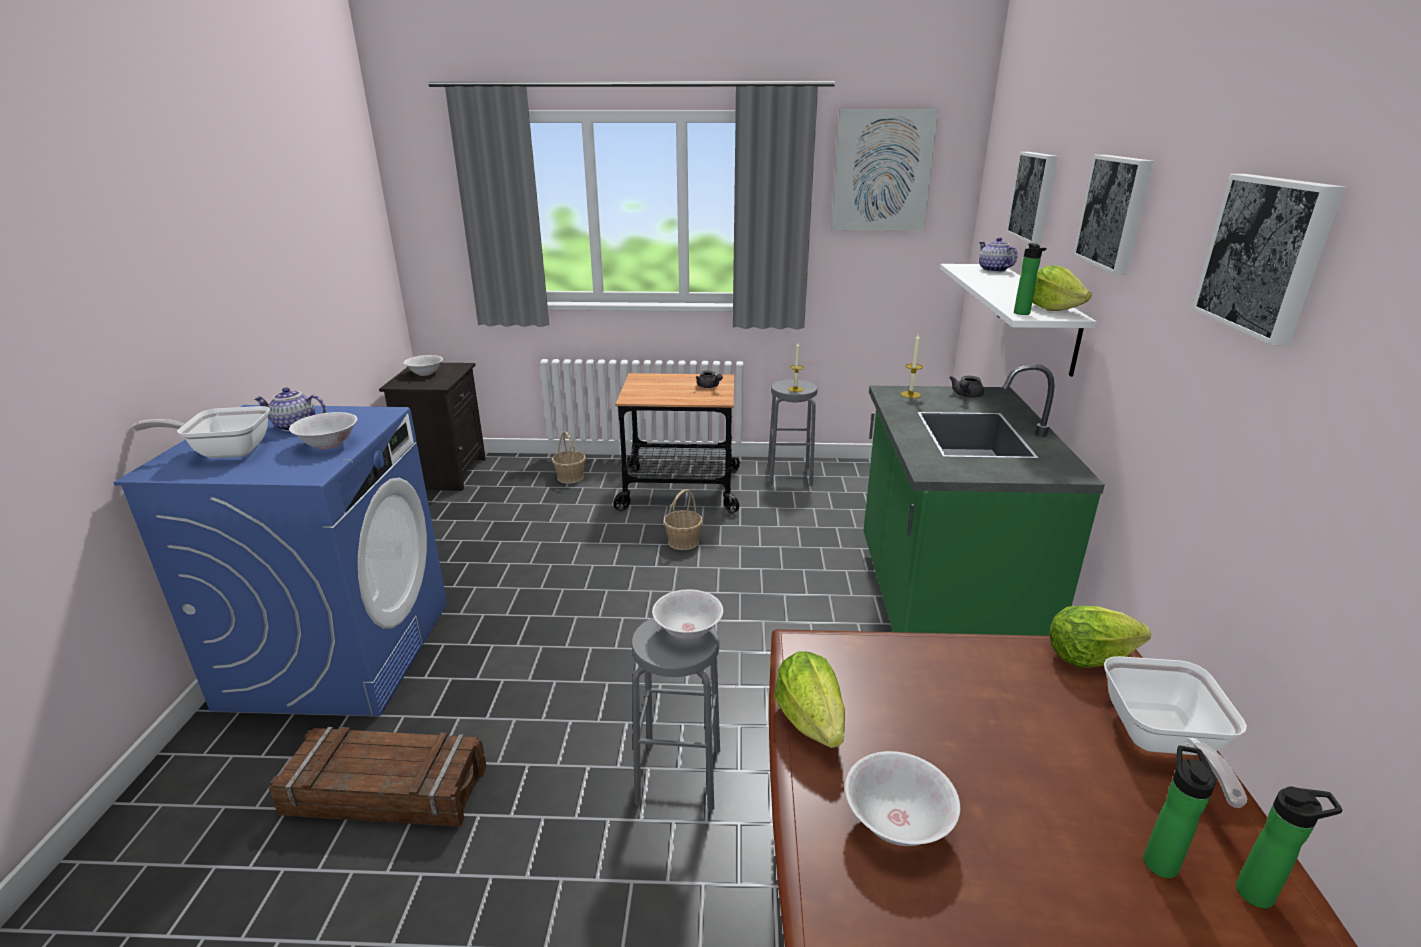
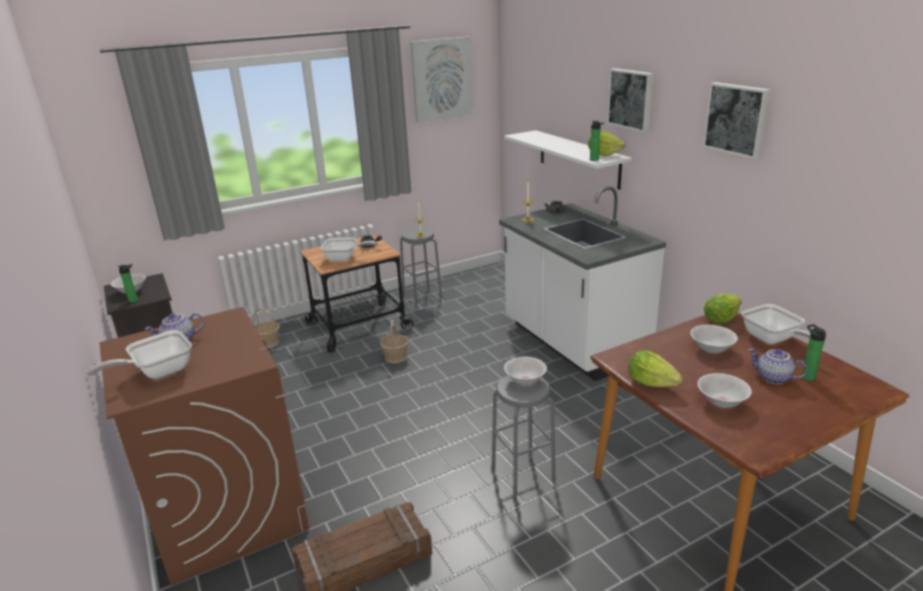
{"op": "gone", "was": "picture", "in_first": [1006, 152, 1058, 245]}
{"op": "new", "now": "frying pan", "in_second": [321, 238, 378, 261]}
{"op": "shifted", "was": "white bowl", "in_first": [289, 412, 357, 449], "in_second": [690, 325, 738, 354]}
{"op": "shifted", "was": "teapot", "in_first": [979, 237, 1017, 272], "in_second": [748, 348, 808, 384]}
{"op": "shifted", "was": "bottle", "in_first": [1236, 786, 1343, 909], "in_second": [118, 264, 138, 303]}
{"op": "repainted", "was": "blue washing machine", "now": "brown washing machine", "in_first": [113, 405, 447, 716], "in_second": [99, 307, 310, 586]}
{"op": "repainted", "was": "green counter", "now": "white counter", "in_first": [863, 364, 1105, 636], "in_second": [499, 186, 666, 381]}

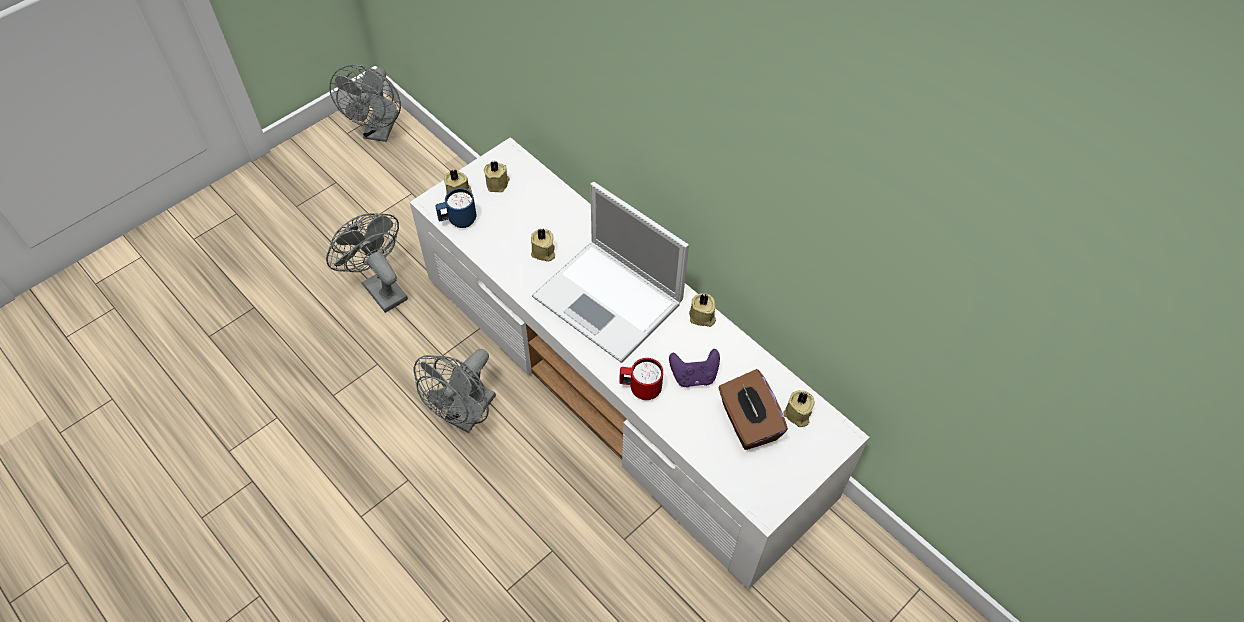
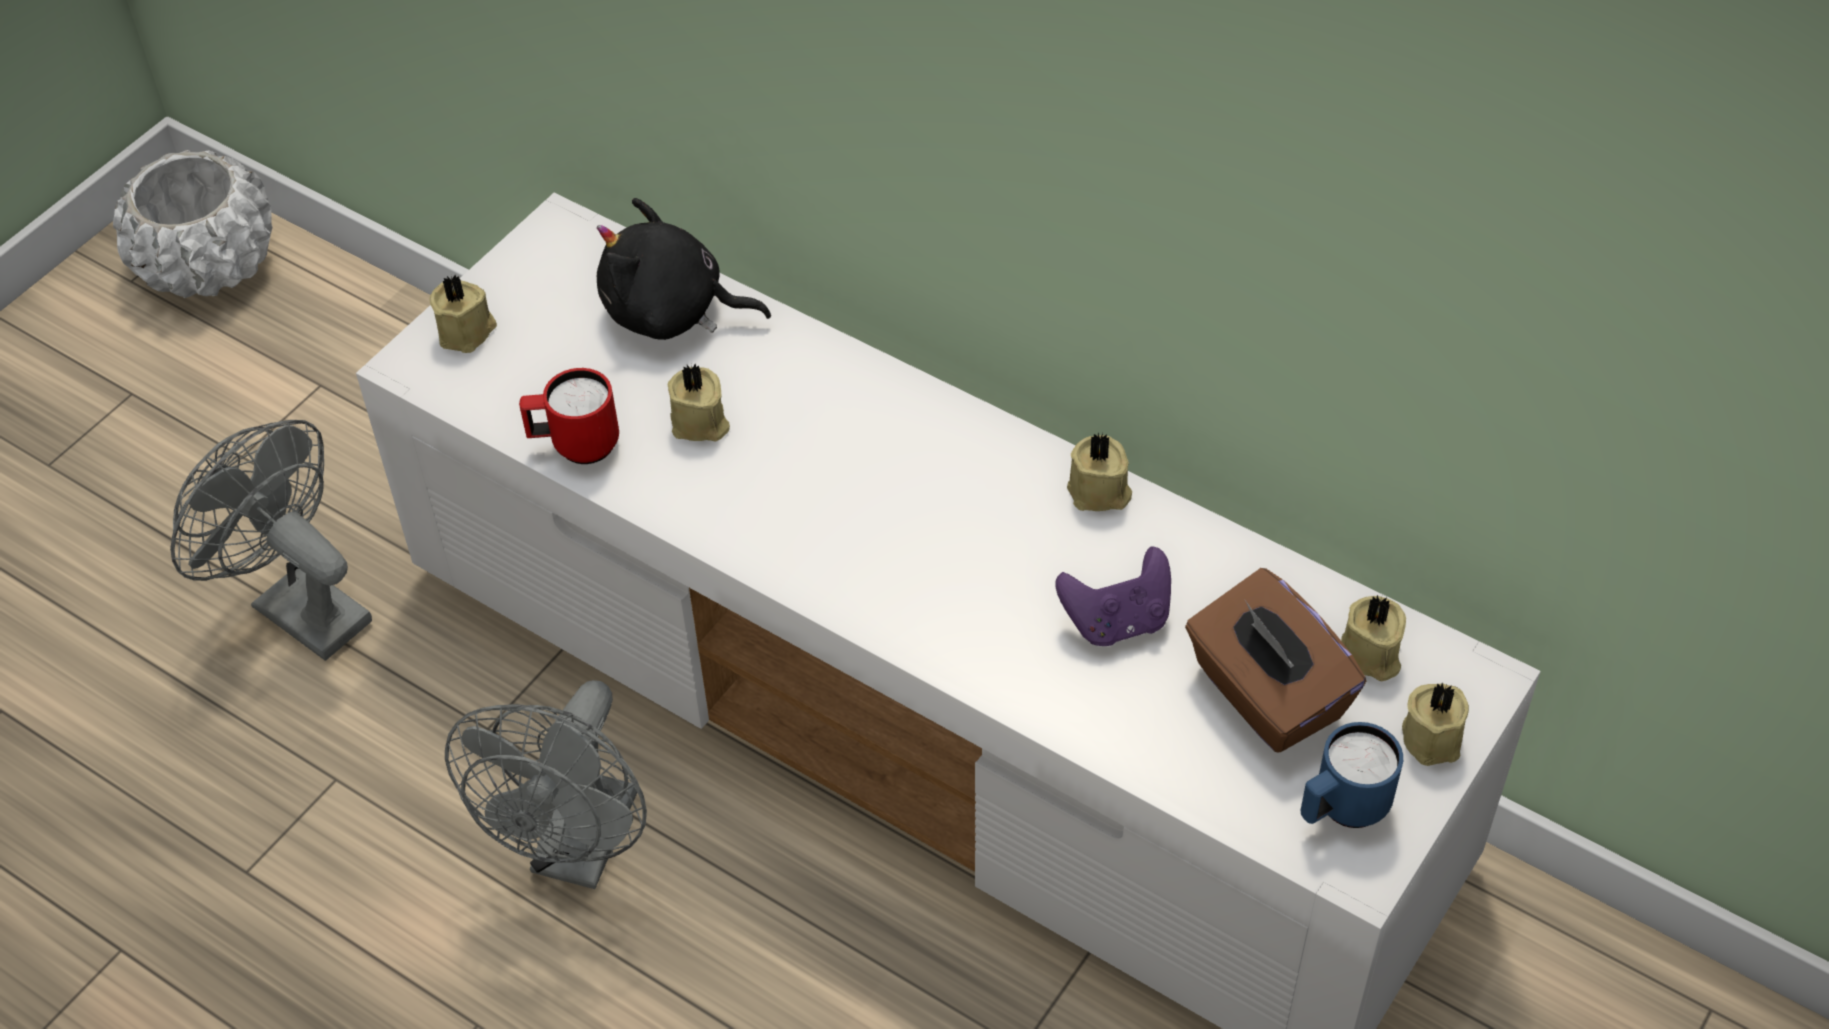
{"op": "gone", "was": "laptop", "in_first": [532, 182, 689, 363]}
{"op": "new", "now": "black plush toy", "in_second": [597, 198, 771, 340]}
{"op": "shifted", "was": "blue mug", "in_first": [435, 188, 476, 228], "in_second": [1300, 722, 1403, 828]}
{"op": "shifted", "was": "beige candle", "in_first": [484, 161, 510, 193], "in_second": [1402, 683, 1469, 766]}
{"op": "shifted", "was": "red mug", "in_first": [620, 358, 663, 400], "in_second": [519, 368, 619, 464]}
{"op": "swapped", "was": "grey fan", "now": "white planter", "in_first": [329, 65, 401, 142], "in_second": [113, 150, 272, 298]}

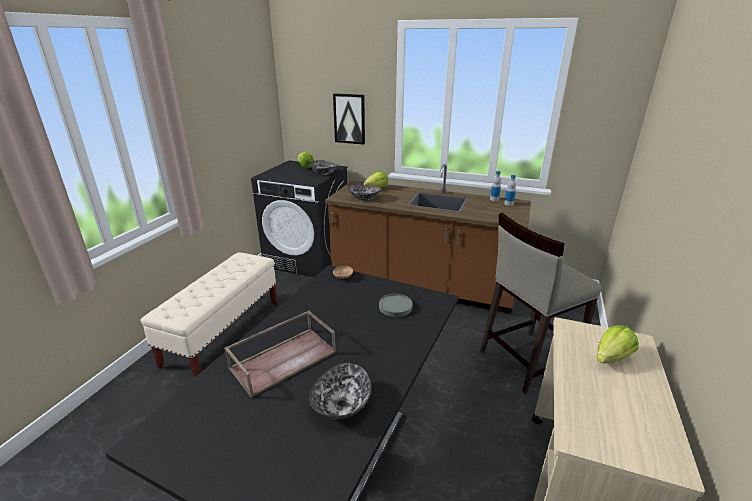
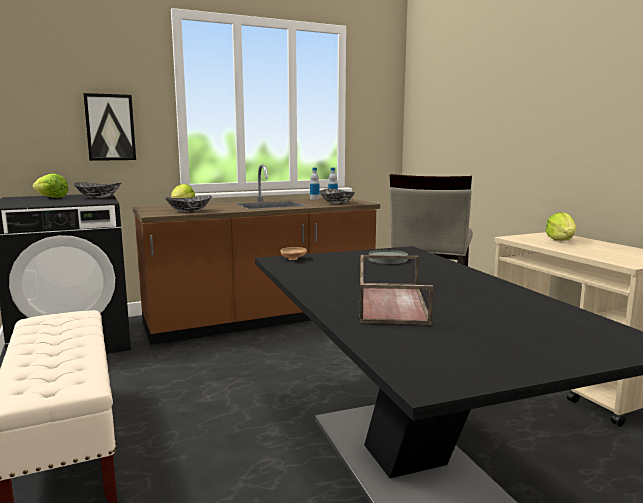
{"op": "shifted", "was": "bowl", "in_first": [309, 363, 372, 419], "in_second": [320, 189, 355, 204]}

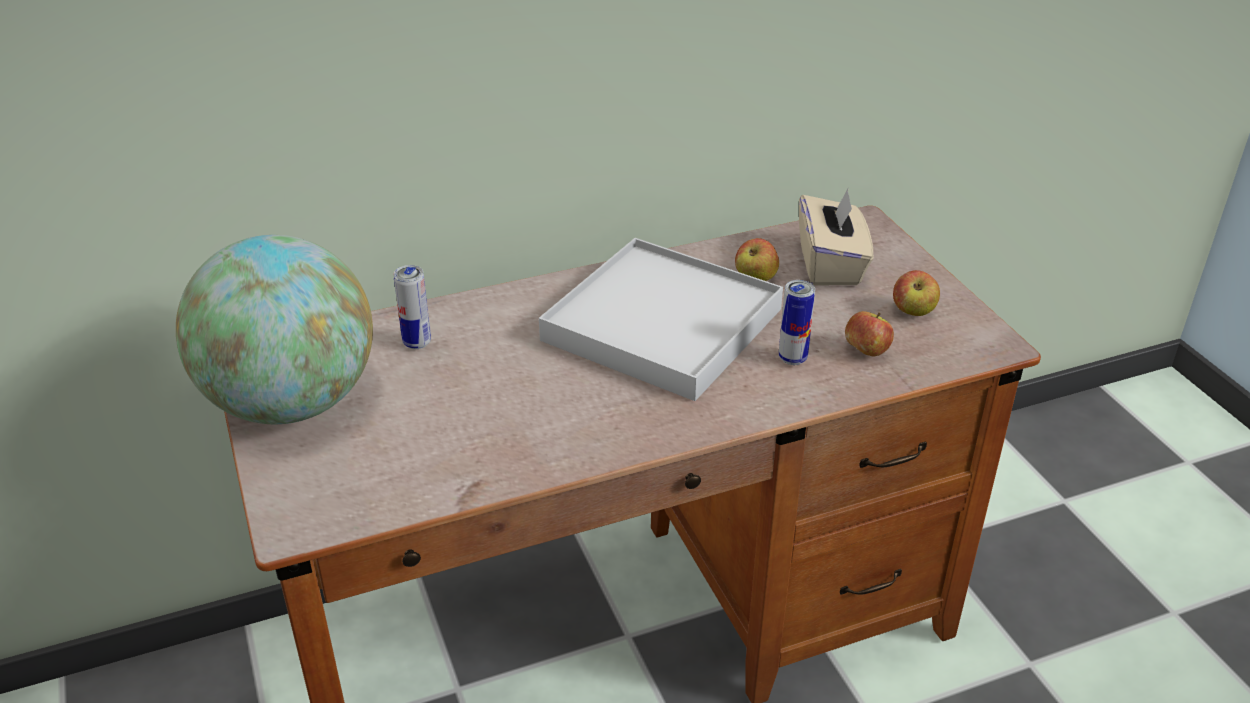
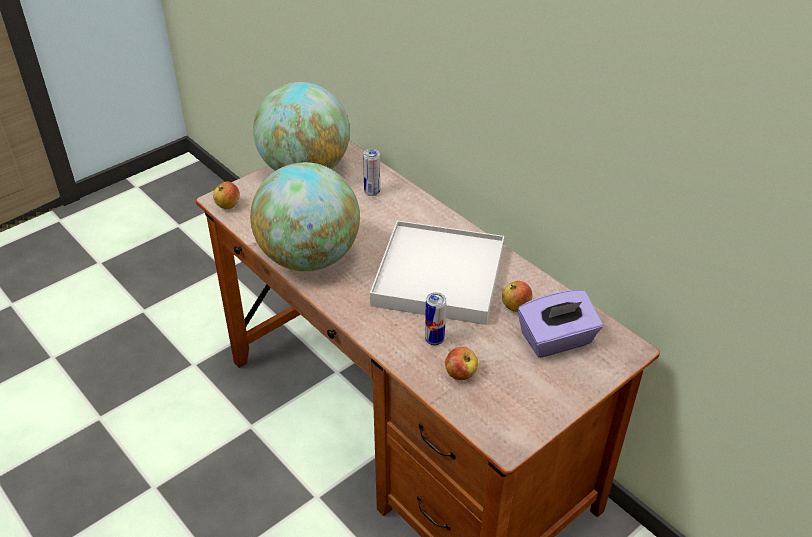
{"op": "new", "now": "globe", "in_second": [250, 162, 360, 271]}
{"op": "shifted", "was": "apple", "in_first": [893, 270, 940, 316], "in_second": [213, 182, 240, 209]}
{"op": "repainted", "was": "beige tissue box", "now": "purple tissue box", "in_first": [799, 189, 873, 285], "in_second": [518, 290, 603, 358]}

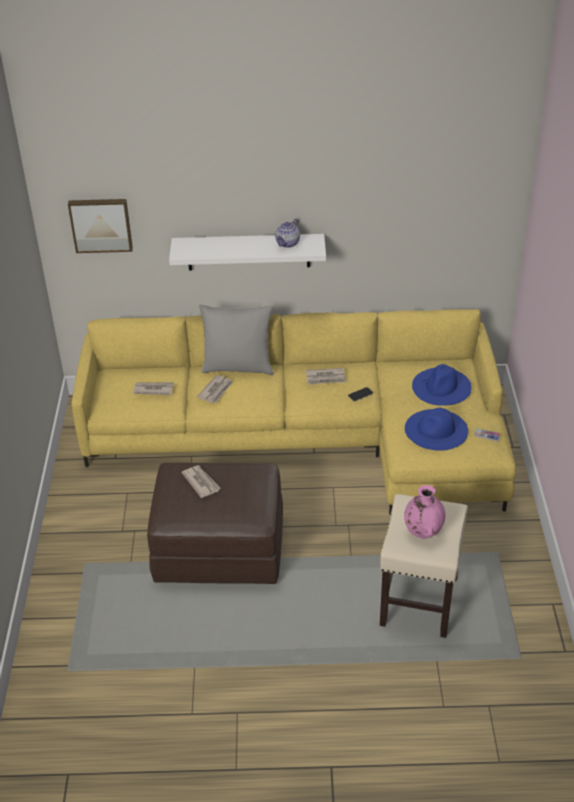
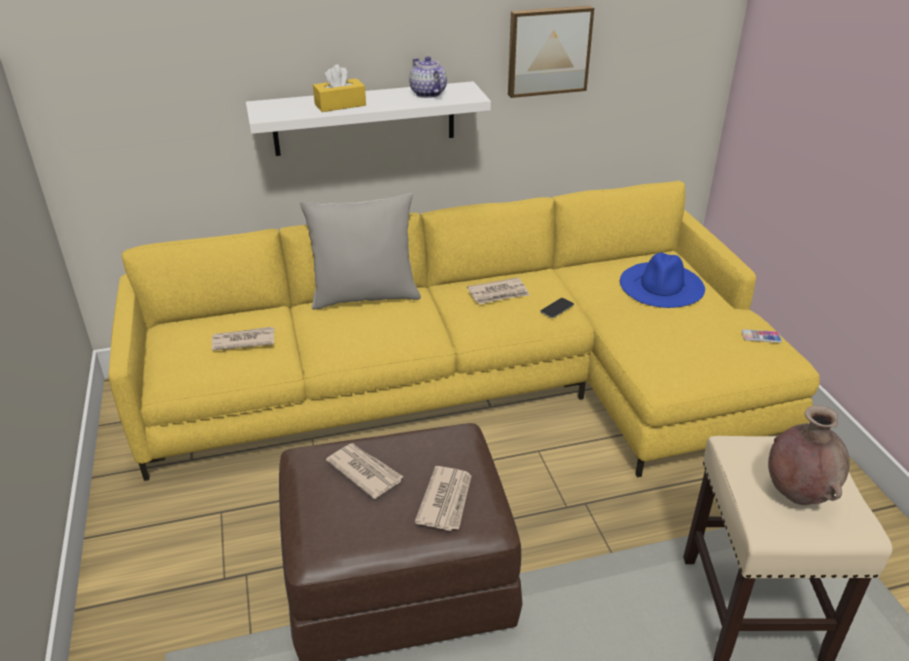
{"op": "gone", "was": "blue hat", "in_first": [405, 408, 468, 451]}
{"op": "new", "now": "yellow tissue box", "in_second": [313, 64, 366, 112]}
{"op": "shifted", "was": "picture", "in_first": [68, 199, 133, 253], "in_second": [508, 6, 594, 98]}
{"op": "shifted", "was": "newspaper", "in_first": [197, 375, 233, 403], "in_second": [414, 466, 472, 531]}
{"op": "repainted", "was": "pink vase", "now": "brown vase", "in_first": [404, 485, 446, 539], "in_second": [768, 405, 850, 505]}
{"op": "rotated", "was": "teapot", "in_first": [275, 219, 300, 248], "in_second": [409, 56, 447, 98], "clockwise": 135}

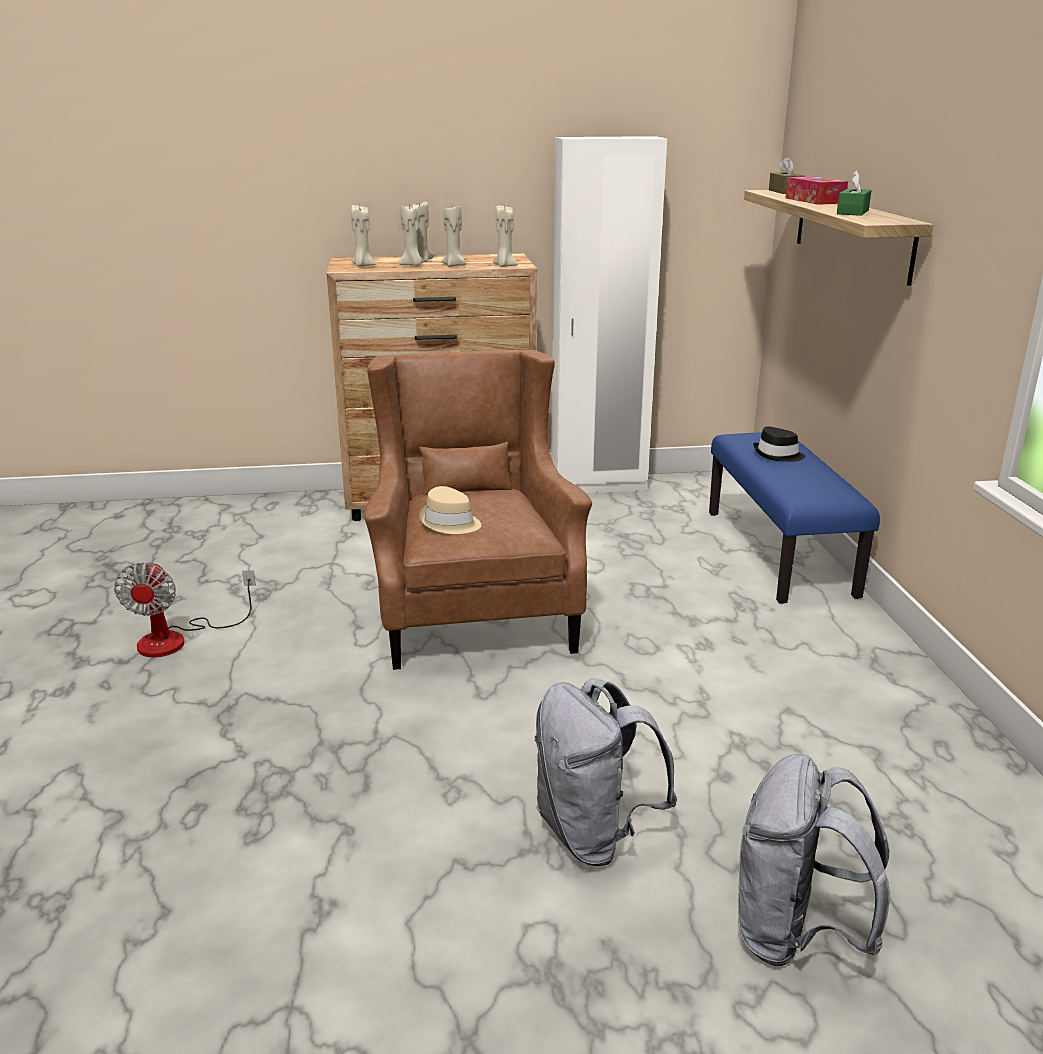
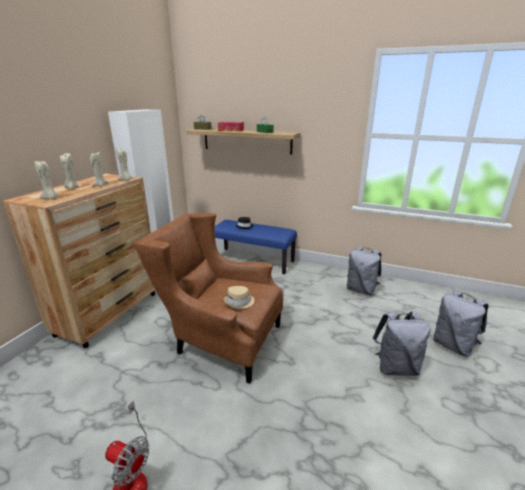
{"op": "gone", "was": "beige candle", "in_first": [398, 204, 424, 266]}
{"op": "new", "now": "grey backpack", "in_second": [347, 247, 381, 295]}

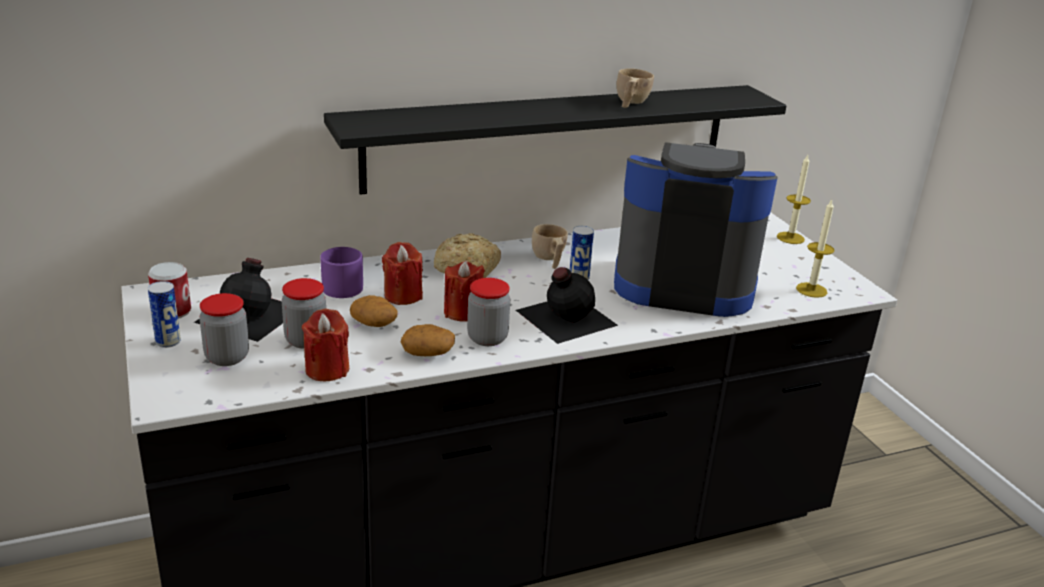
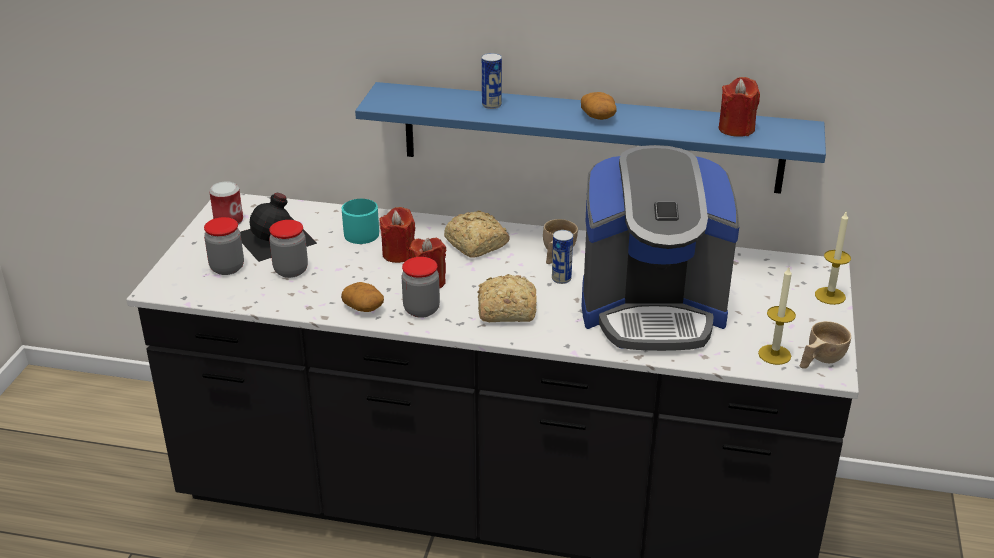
{"op": "shifted", "was": "can", "in_first": [148, 281, 181, 348], "in_second": [482, 53, 502, 109]}
{"op": "shifted", "was": "red candle", "in_first": [302, 309, 349, 381], "in_second": [719, 77, 760, 137]}
{"op": "shifted", "was": "potato", "in_first": [350, 295, 397, 327], "in_second": [581, 92, 617, 120]}
{"op": "shifted", "was": "beige cup", "in_first": [617, 68, 654, 108], "in_second": [800, 321, 851, 369]}
{"op": "swapped", "was": "black bottle", "now": "bread", "in_first": [516, 267, 618, 344], "in_second": [477, 274, 537, 322]}
{"op": "repainted", "was": "purple mug", "now": "turquoise mug", "in_first": [320, 247, 363, 298], "in_second": [342, 199, 379, 244]}
{"op": "repainted", "was": "black shelf", "now": "blue shelf", "in_first": [324, 85, 787, 195], "in_second": [355, 82, 826, 194]}
{"op": "rotated", "was": "coffee machine", "in_first": [614, 142, 777, 317], "in_second": [582, 145, 739, 351], "clockwise": 135}

